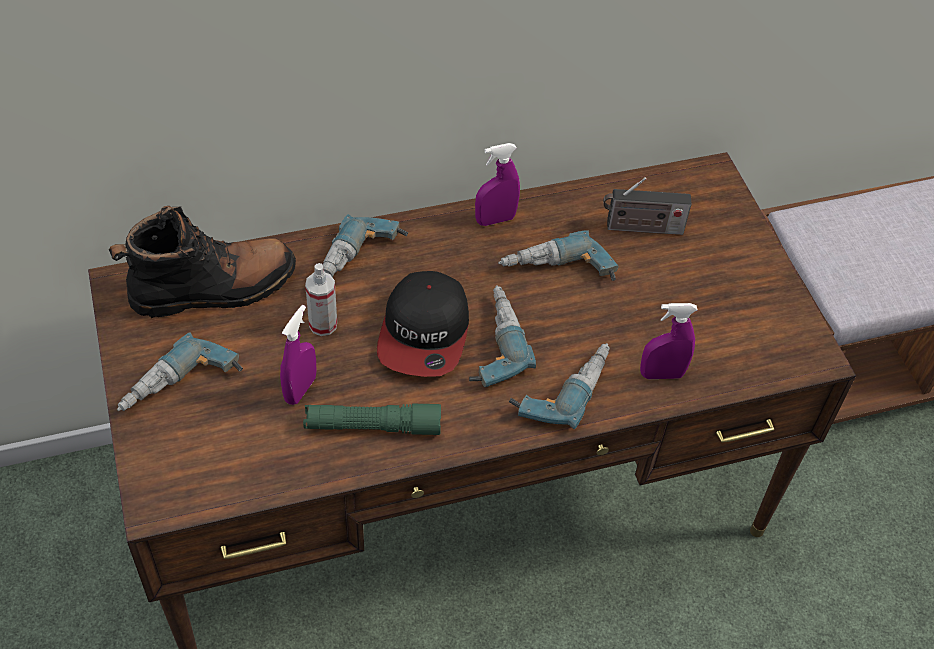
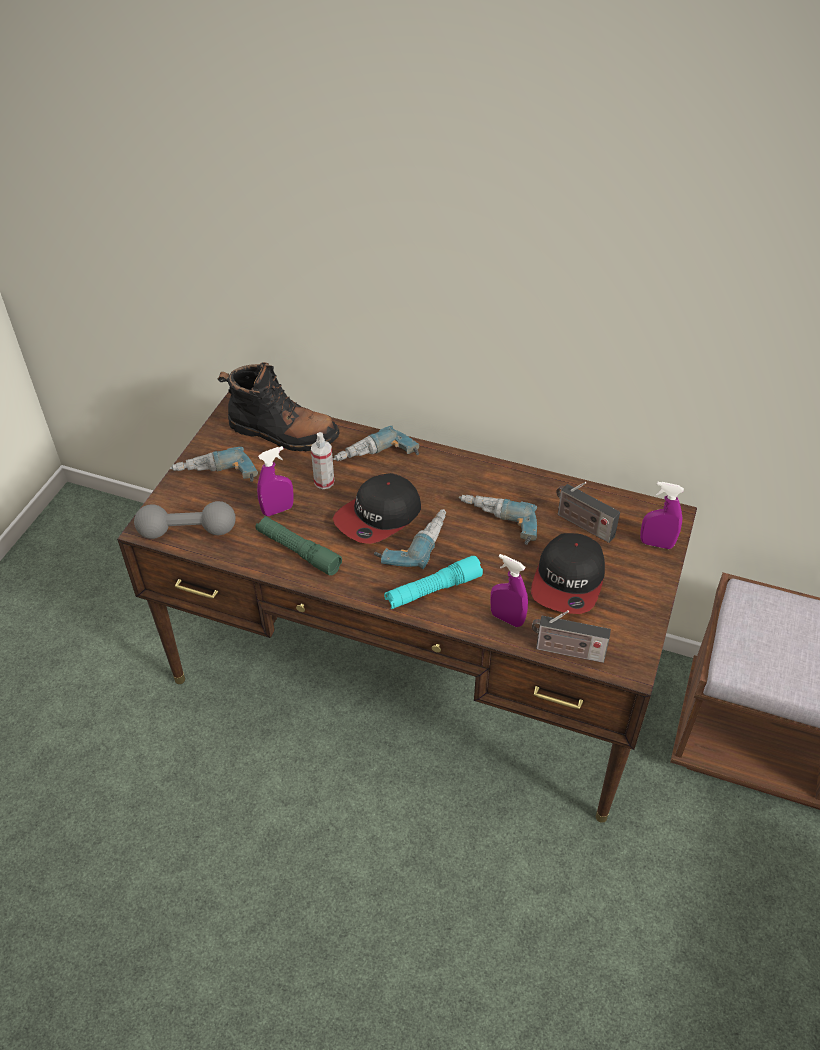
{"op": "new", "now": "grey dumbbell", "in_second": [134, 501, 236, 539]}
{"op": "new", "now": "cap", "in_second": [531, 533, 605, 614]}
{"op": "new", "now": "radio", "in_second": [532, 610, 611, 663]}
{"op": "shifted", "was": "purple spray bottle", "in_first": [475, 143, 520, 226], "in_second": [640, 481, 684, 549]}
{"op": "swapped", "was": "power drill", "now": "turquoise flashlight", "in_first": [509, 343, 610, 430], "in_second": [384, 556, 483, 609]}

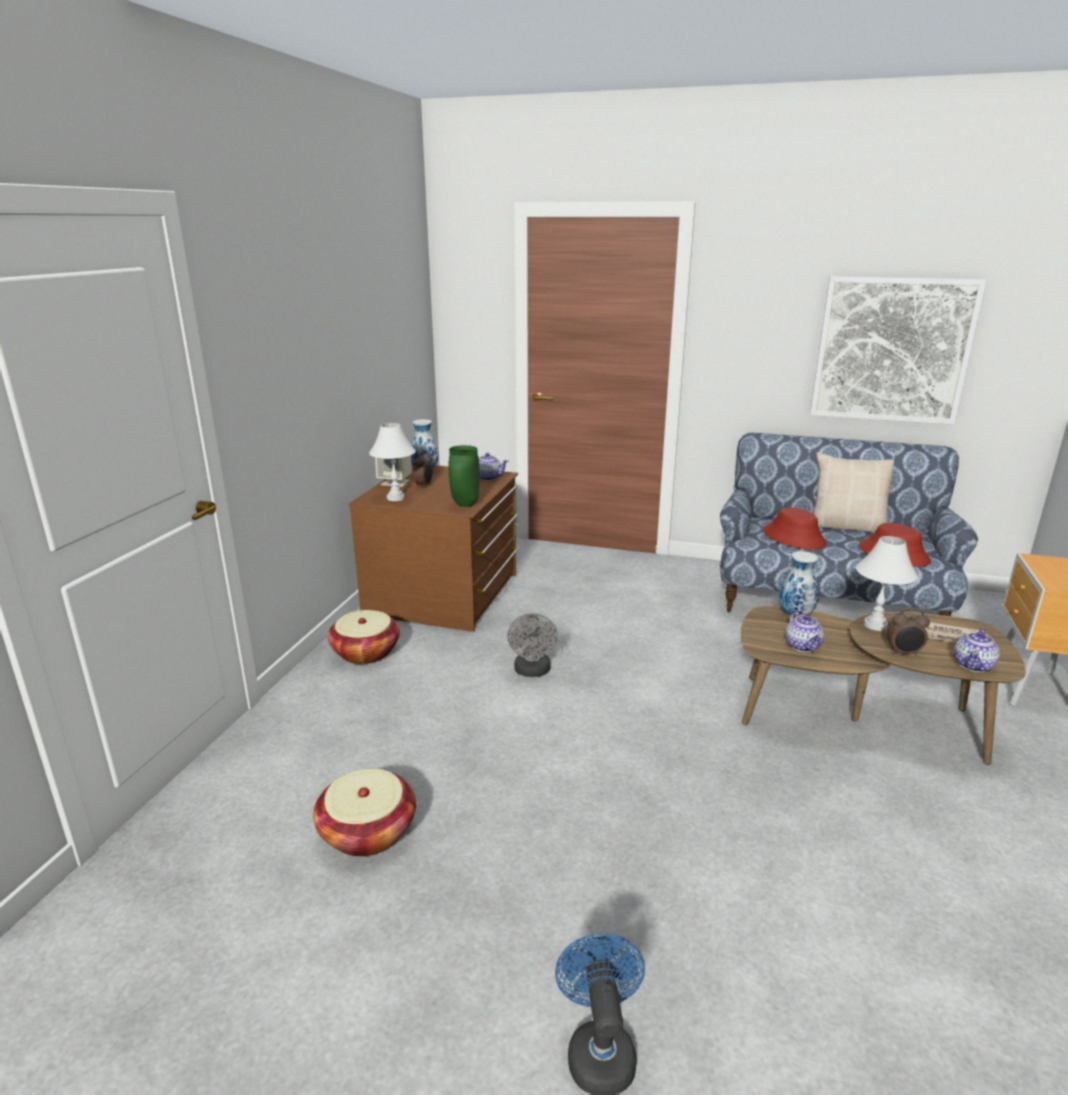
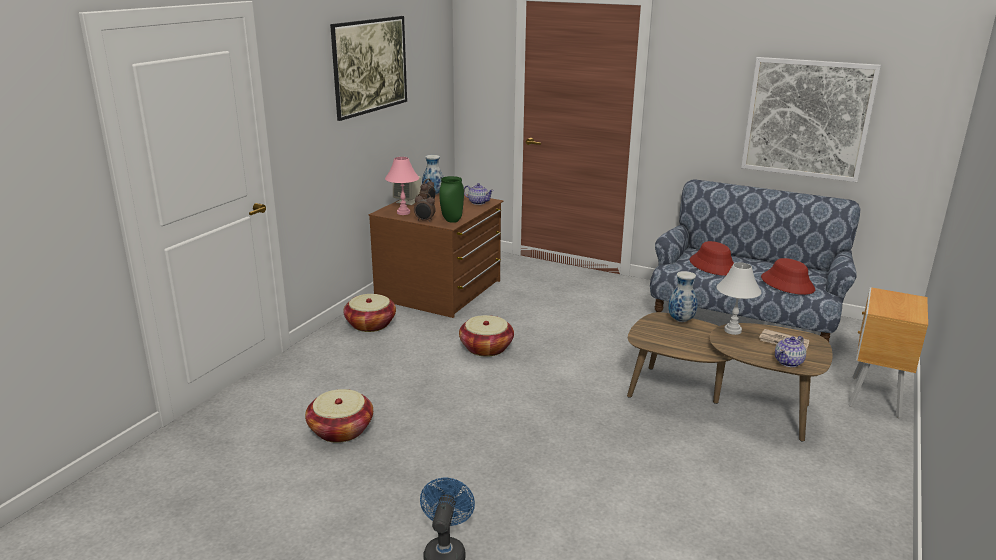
{"op": "gone", "was": "teapot", "in_first": [785, 610, 824, 652]}
{"op": "gone", "was": "beige pillow", "in_first": [813, 452, 894, 533]}
{"op": "new", "now": "picture", "in_second": [330, 16, 407, 121]}
{"op": "shifted", "was": "alarm clock", "in_first": [886, 608, 930, 656], "in_second": [414, 193, 436, 222]}
{"op": "swapped", "was": "grey fan", "now": "basket", "in_first": [507, 613, 558, 677], "in_second": [459, 315, 514, 357]}
{"op": "repainted", "was": "white table lamp", "now": "pink table lamp", "in_first": [369, 423, 416, 501], "in_second": [385, 157, 419, 215]}

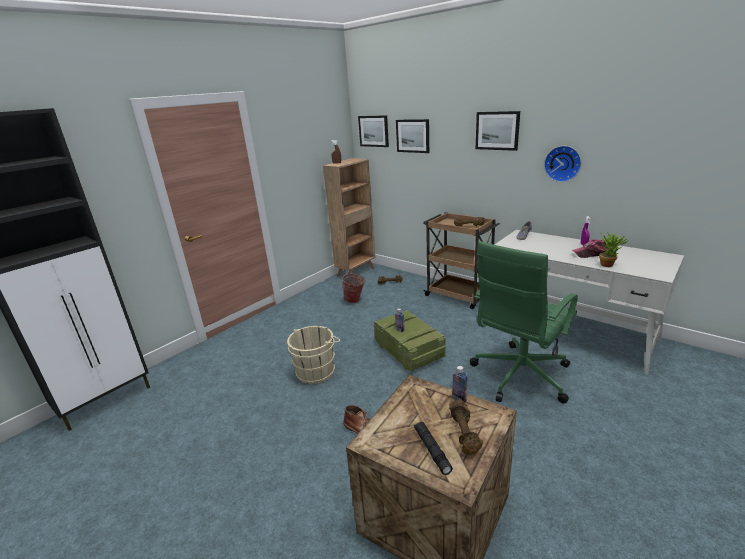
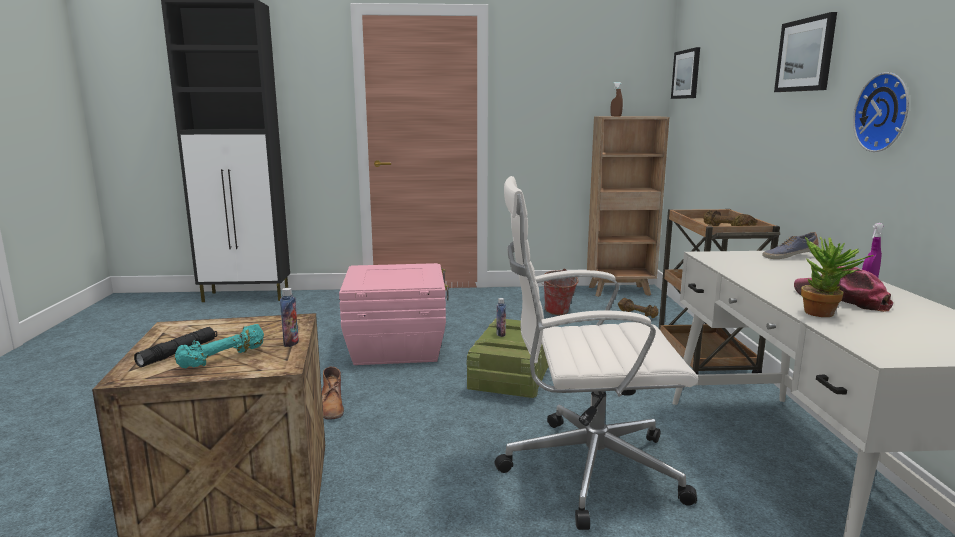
{"op": "gone", "was": "picture", "in_first": [396, 119, 429, 153]}
{"op": "swapped", "was": "beige bucket", "now": "pink storage box", "in_first": [287, 326, 340, 384], "in_second": [339, 263, 449, 365]}
{"op": "repainted", "was": "brown dumbbell", "now": "turquoise dumbbell", "in_first": [449, 399, 483, 455], "in_second": [175, 324, 264, 368]}
{"op": "repainted", "was": "green office chair", "now": "white office chair", "in_first": [470, 241, 578, 404], "in_second": [494, 176, 698, 530]}

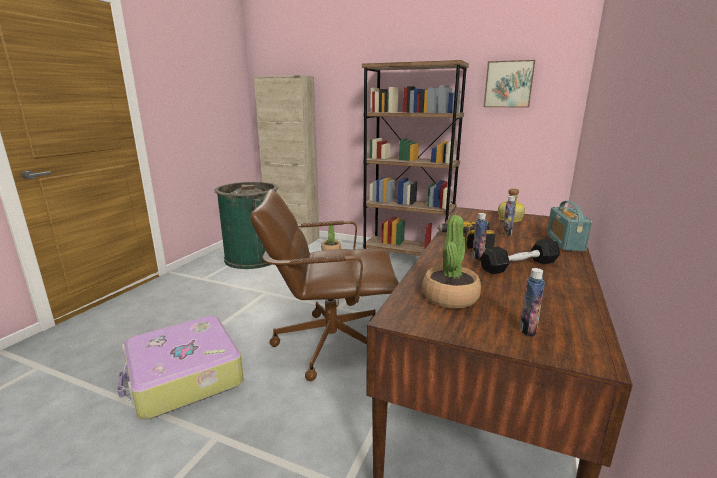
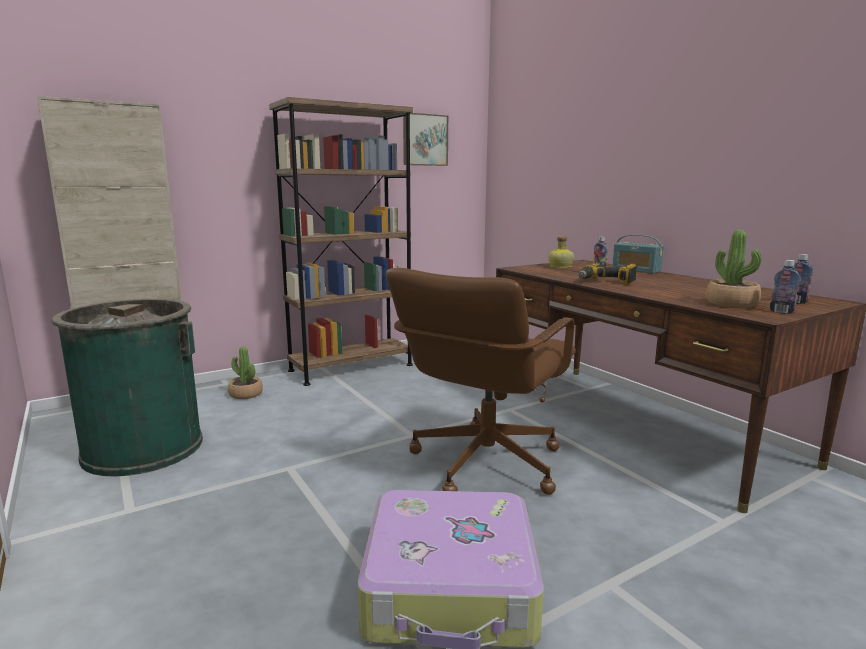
{"op": "gone", "was": "black dumbbell", "in_first": [480, 238, 560, 274]}
{"op": "shifted", "was": "bottle", "in_first": [472, 213, 488, 260], "in_second": [770, 260, 801, 314]}

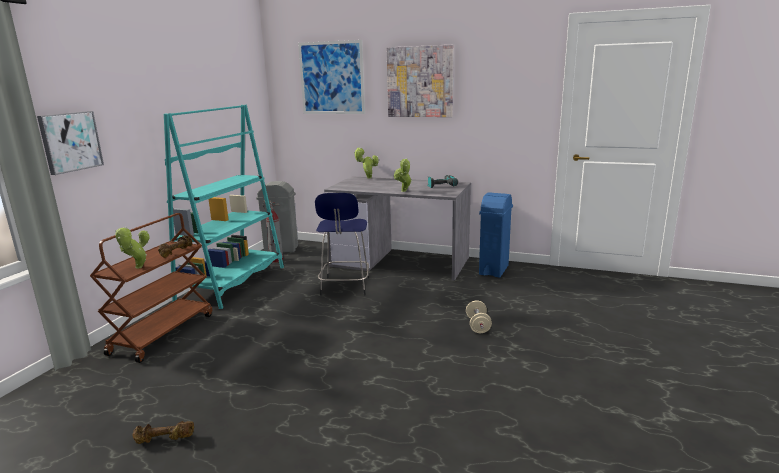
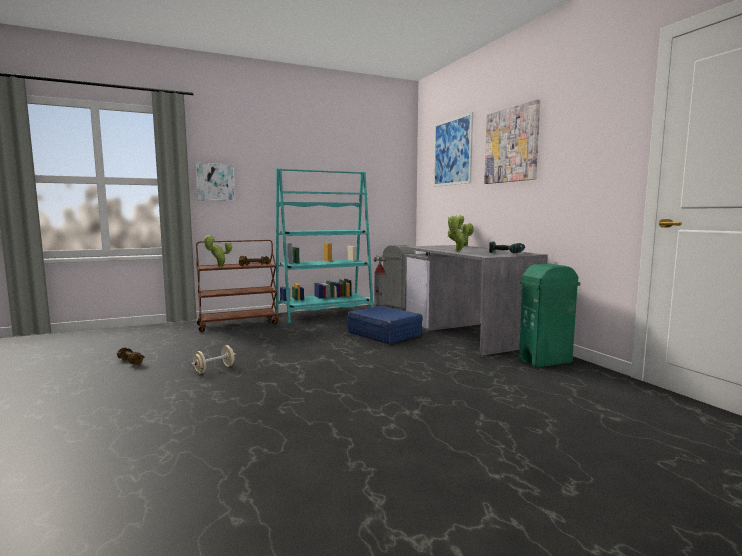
{"op": "shifted", "was": "beige dumbbell", "in_first": [466, 300, 492, 333], "in_second": [190, 345, 236, 374]}
{"op": "swapped", "was": "blue stool", "now": "blue suitcase", "in_first": [315, 193, 369, 296], "in_second": [348, 306, 423, 344]}
{"op": "repainted", "was": "blue trash can", "now": "green trash can", "in_first": [479, 193, 513, 278], "in_second": [519, 263, 580, 368]}

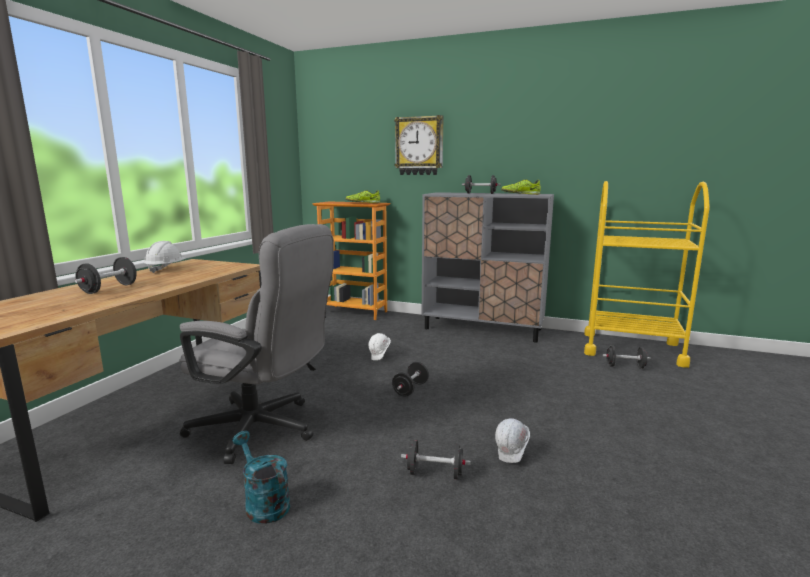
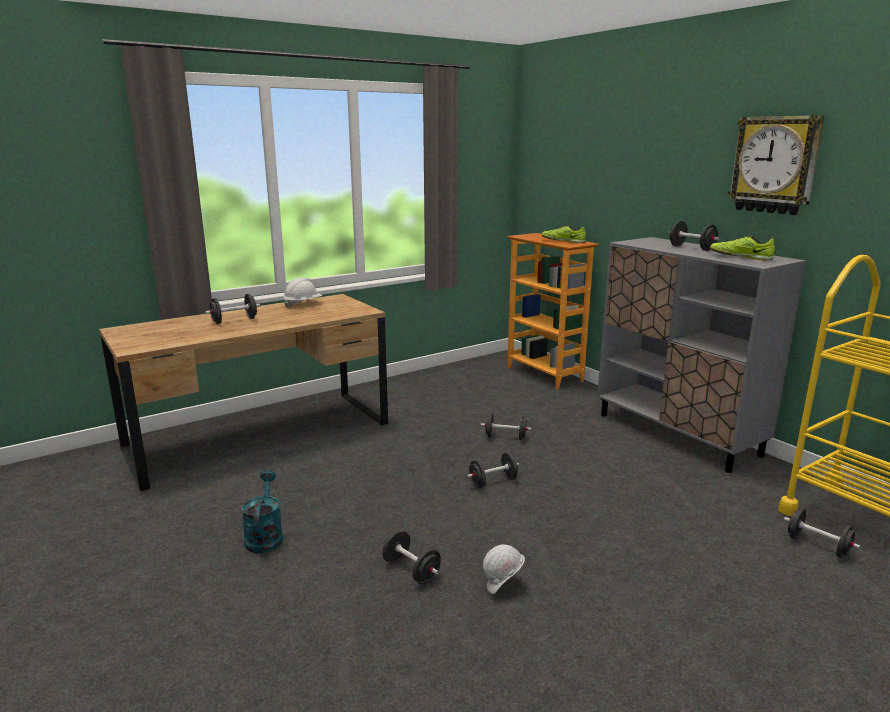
{"op": "gone", "was": "grey office chair", "in_first": [179, 224, 334, 464]}
{"op": "shifted", "was": "wall clock", "in_first": [394, 115, 444, 175], "in_second": [728, 115, 825, 215]}
{"op": "swapped", "was": "white hard hat", "now": "black dumbbell", "in_first": [369, 333, 391, 360], "in_second": [481, 413, 531, 440]}

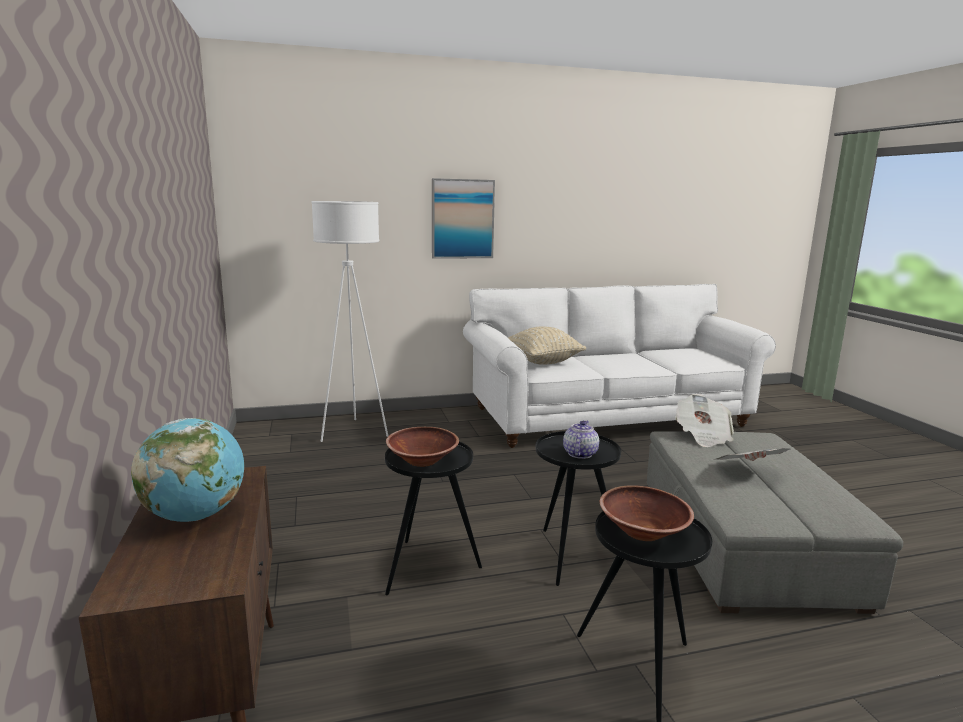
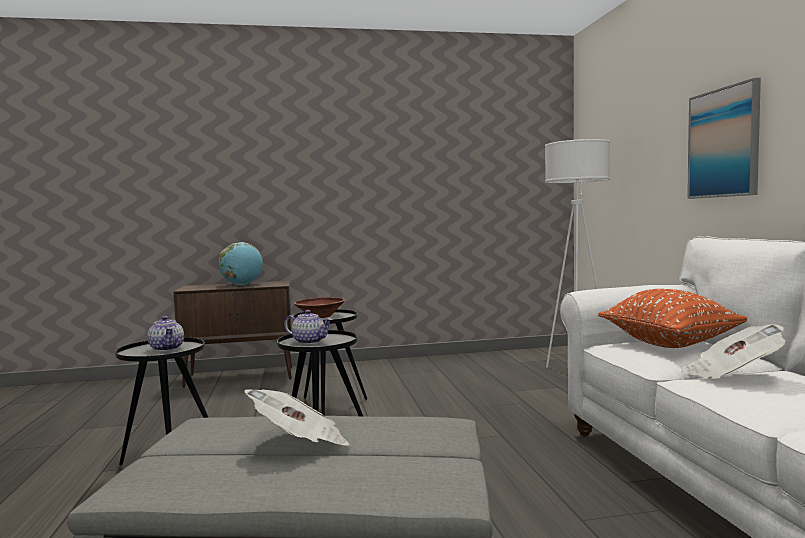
{"op": "shifted", "was": "newspaper", "in_first": [675, 394, 734, 447], "in_second": [681, 324, 786, 379]}
{"op": "swapped", "was": "brown bowl", "now": "teapot", "in_first": [599, 485, 694, 541], "in_second": [148, 316, 184, 351]}
{"op": "repainted", "was": "beige pillow", "now": "orange pillow", "in_first": [508, 326, 586, 365], "in_second": [598, 289, 747, 348]}

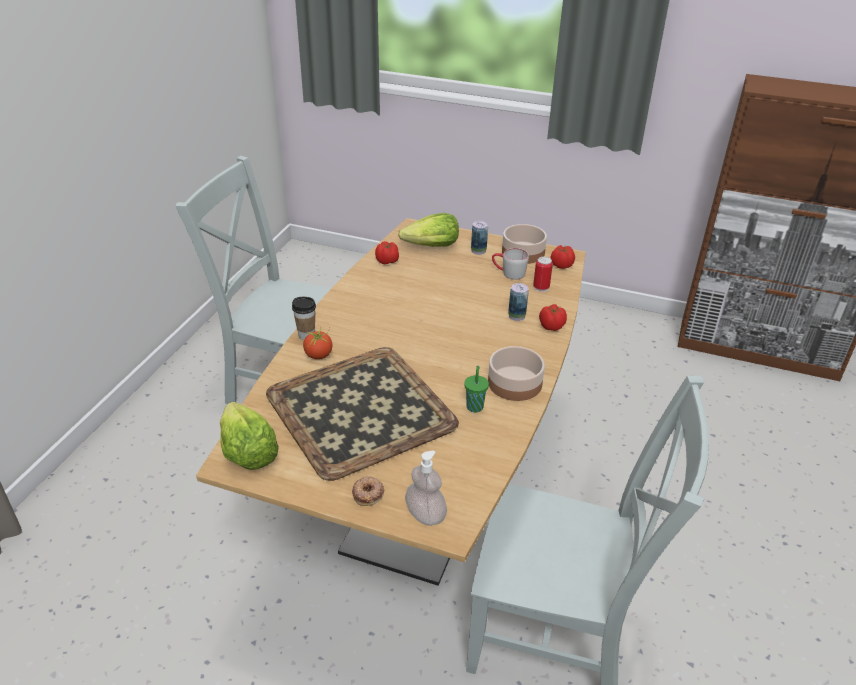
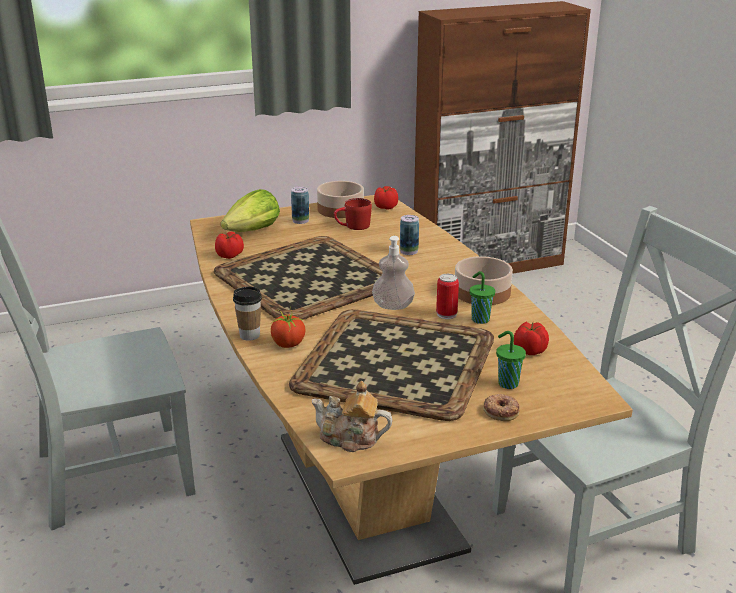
{"op": "new", "now": "tray", "in_second": [214, 236, 383, 319]}
{"op": "new", "now": "green cup", "in_second": [496, 331, 526, 389]}
{"op": "shifted", "was": "soap dispenser", "in_first": [405, 451, 447, 526], "in_second": [372, 236, 415, 310]}
{"op": "shifted", "was": "can", "in_first": [533, 257, 553, 292], "in_second": [436, 274, 459, 319]}
{"op": "shifted", "was": "tomato", "in_first": [539, 304, 567, 331], "in_second": [514, 322, 549, 355]}
{"op": "swapped", "was": "lettuce", "now": "teapot", "in_first": [220, 402, 279, 470], "in_second": [311, 381, 393, 452]}
{"op": "repainted", "was": "grey mug", "now": "red mug", "in_first": [492, 248, 529, 280], "in_second": [334, 198, 372, 230]}

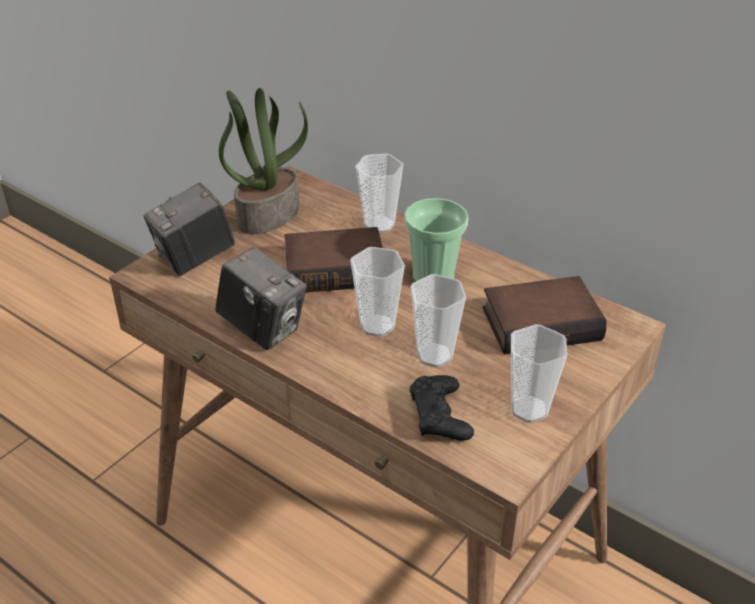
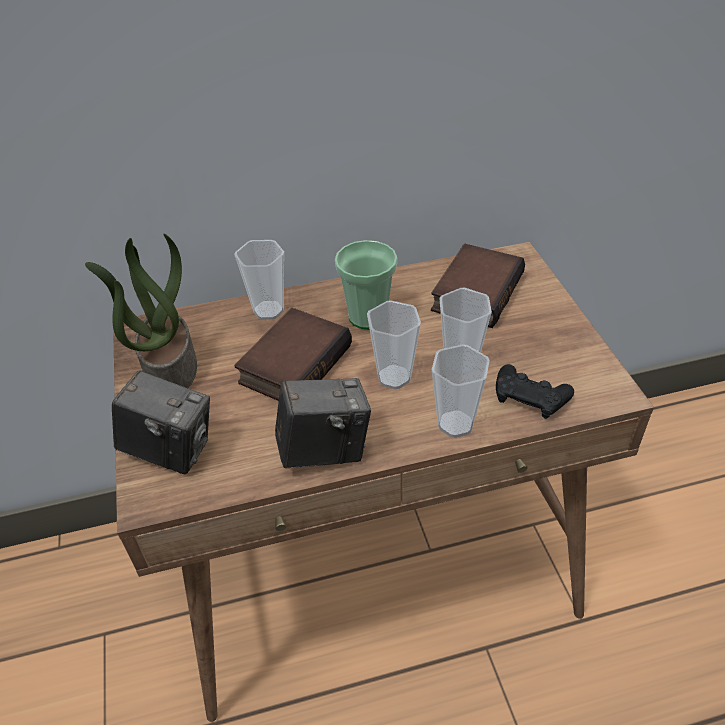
{"op": "shifted", "was": "cup", "in_first": [511, 324, 567, 423], "in_second": [432, 344, 490, 438]}
{"op": "rotated", "was": "photo camera", "in_first": [144, 183, 235, 276], "in_second": [112, 370, 210, 474], "clockwise": -75}

